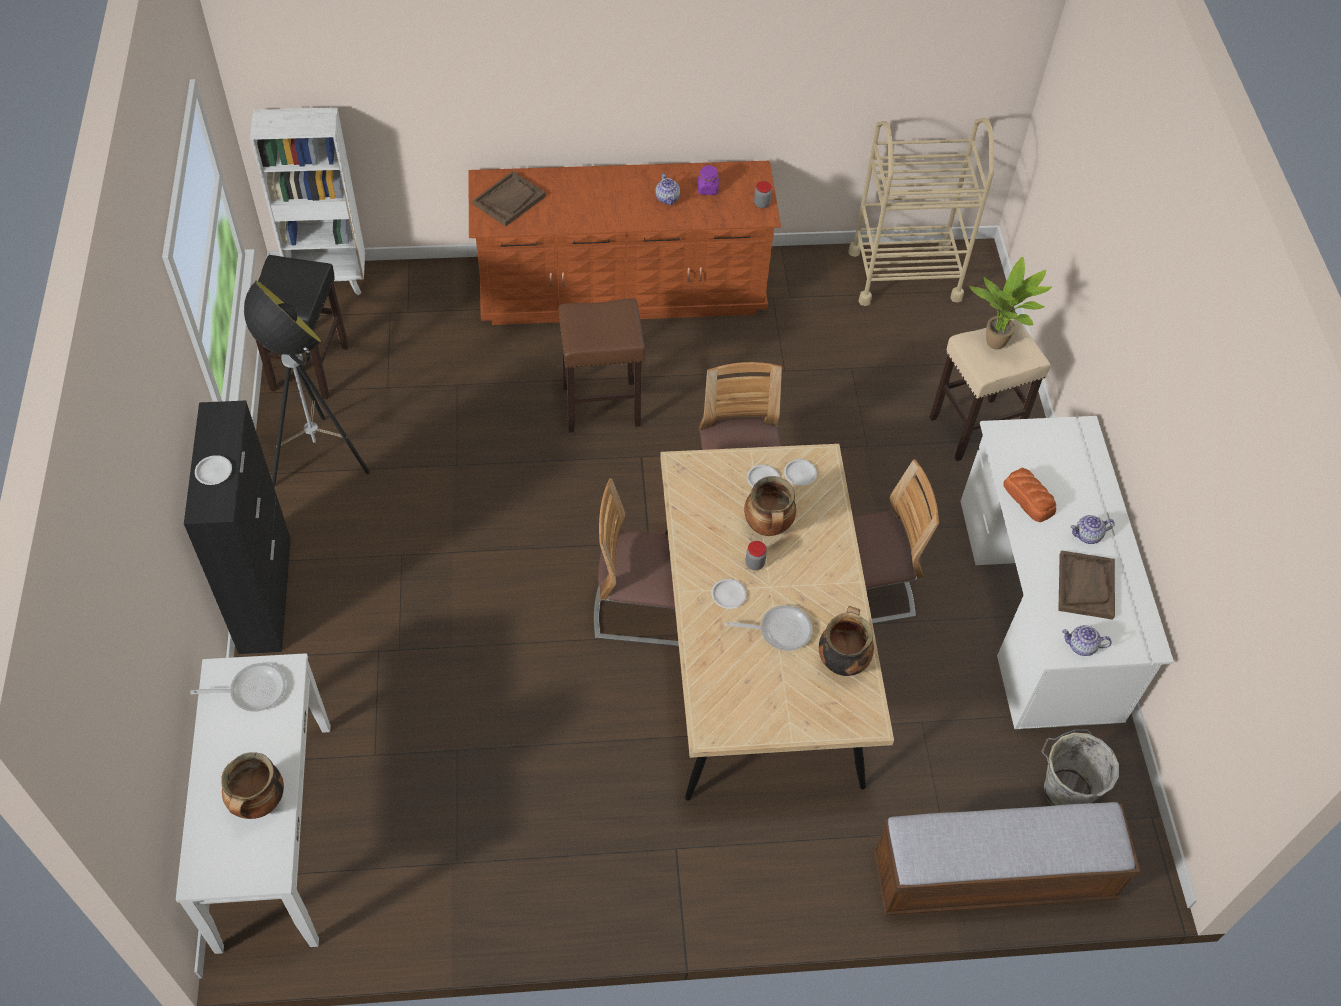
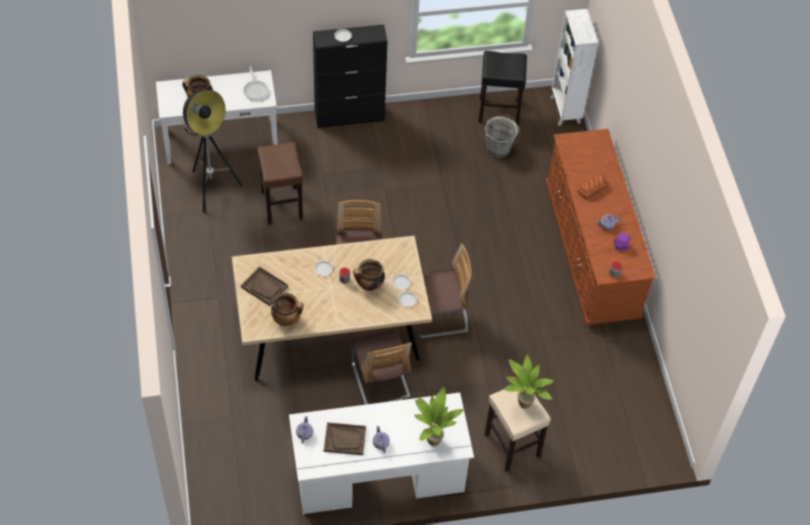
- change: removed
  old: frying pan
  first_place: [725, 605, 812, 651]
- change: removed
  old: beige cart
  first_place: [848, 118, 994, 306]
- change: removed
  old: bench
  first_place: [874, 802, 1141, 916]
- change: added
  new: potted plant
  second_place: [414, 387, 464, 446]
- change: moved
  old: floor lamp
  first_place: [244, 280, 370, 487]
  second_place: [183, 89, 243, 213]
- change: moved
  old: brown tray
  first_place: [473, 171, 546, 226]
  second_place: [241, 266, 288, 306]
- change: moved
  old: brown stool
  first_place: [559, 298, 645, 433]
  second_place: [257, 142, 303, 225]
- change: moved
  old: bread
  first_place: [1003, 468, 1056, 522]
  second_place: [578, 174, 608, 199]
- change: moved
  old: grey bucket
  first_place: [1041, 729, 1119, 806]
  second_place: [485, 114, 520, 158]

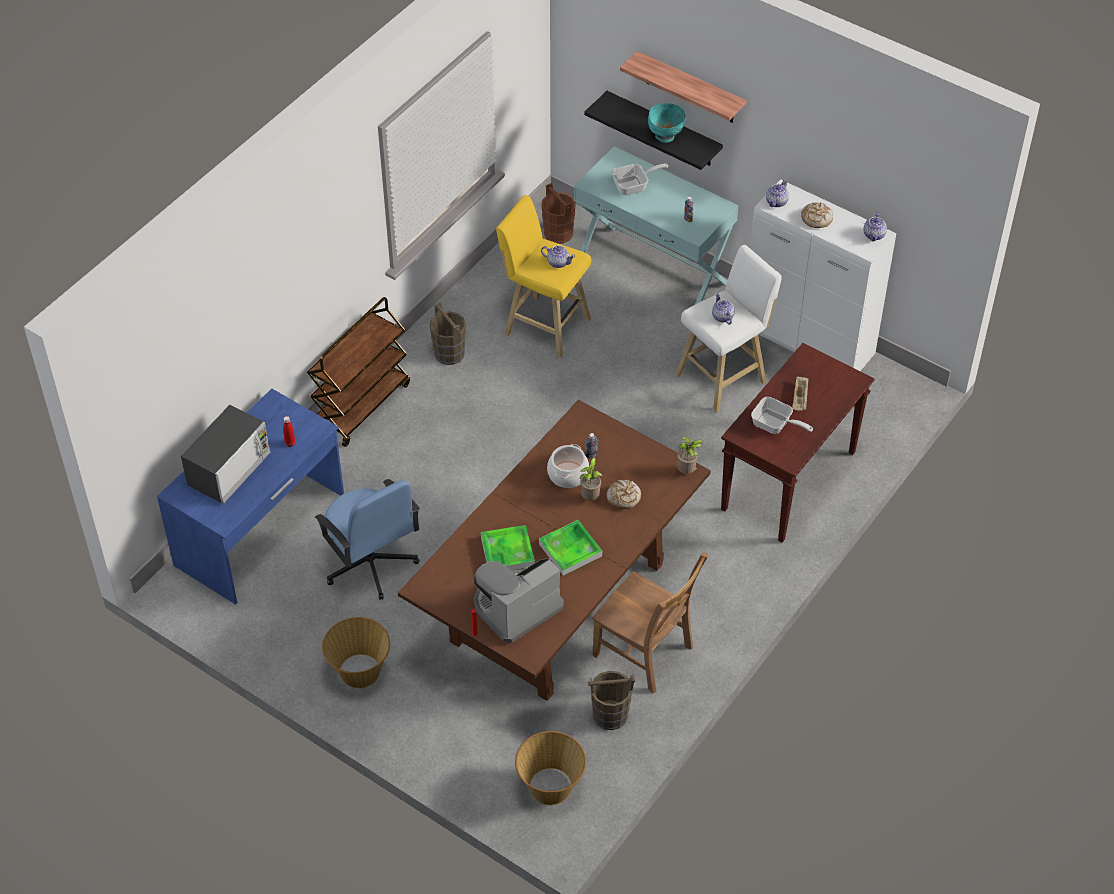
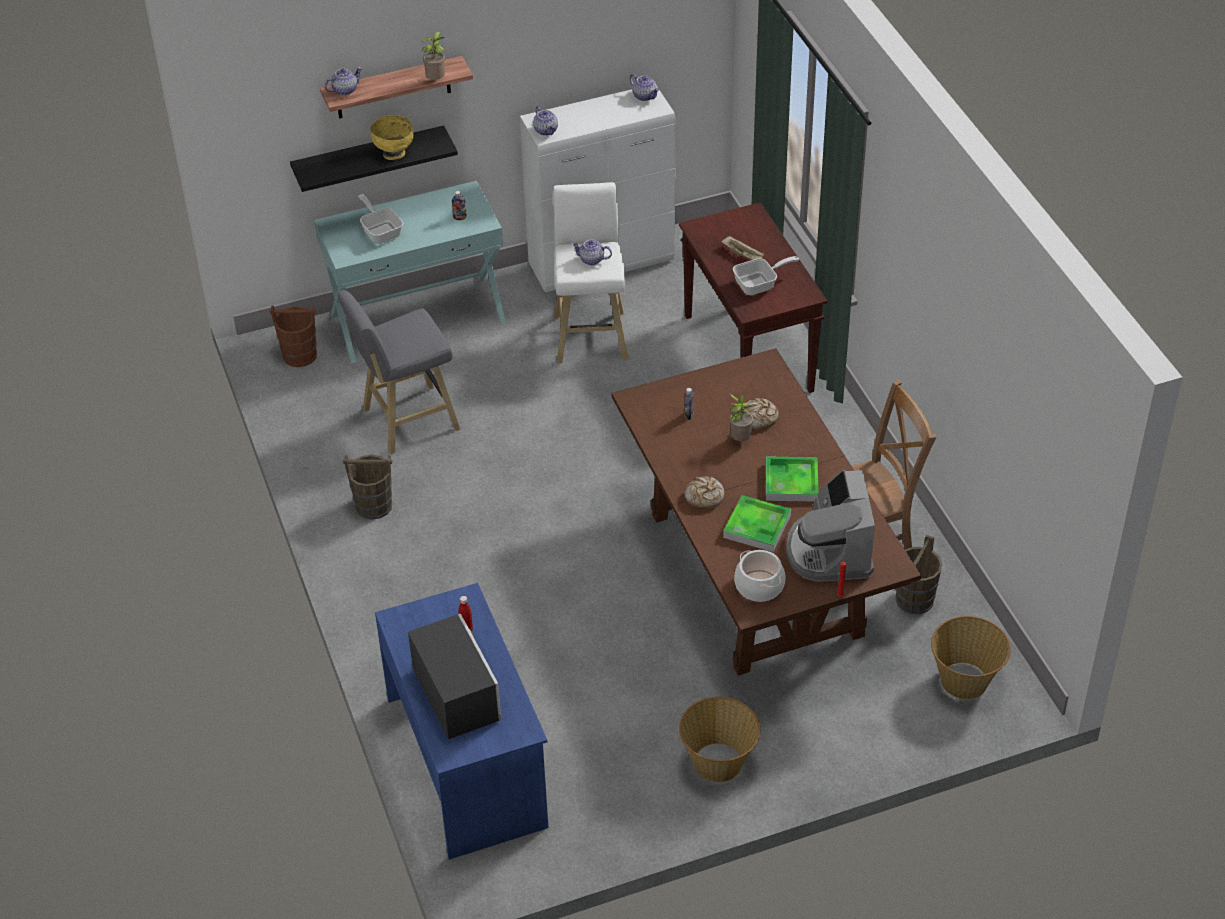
- change: removed
  old: brown cart
  first_place: [307, 297, 410, 447]
- change: removed
  old: blue office chair
  first_place: [315, 479, 420, 600]
- change: moved
  old: teapot
  first_place: [541, 245, 576, 268]
  second_place: [325, 67, 362, 95]
- change: moved
  old: cooking pot
  first_place: [547, 444, 589, 488]
  second_place: [734, 550, 786, 602]
- change: moved
  old: potted plant
  first_place: [677, 437, 703, 474]
  second_place: [422, 32, 445, 80]
- change: moved
  old: bread
  first_place: [801, 202, 833, 228]
  second_place: [685, 476, 725, 509]
- change: recoloured
  old: yellow stool
  new: grey stool
  first_place: [496, 195, 591, 358]
  second_place: [338, 290, 460, 454]
- change: recoloured
  old: turquoise bowl
  new: yellow bowl
  first_place: [648, 103, 686, 143]
  second_place: [370, 115, 414, 160]
- change: turned
  old: frying pan
  first_place: [612, 164, 669, 195]
  second_place: [358, 194, 403, 244]
  degrees: -45

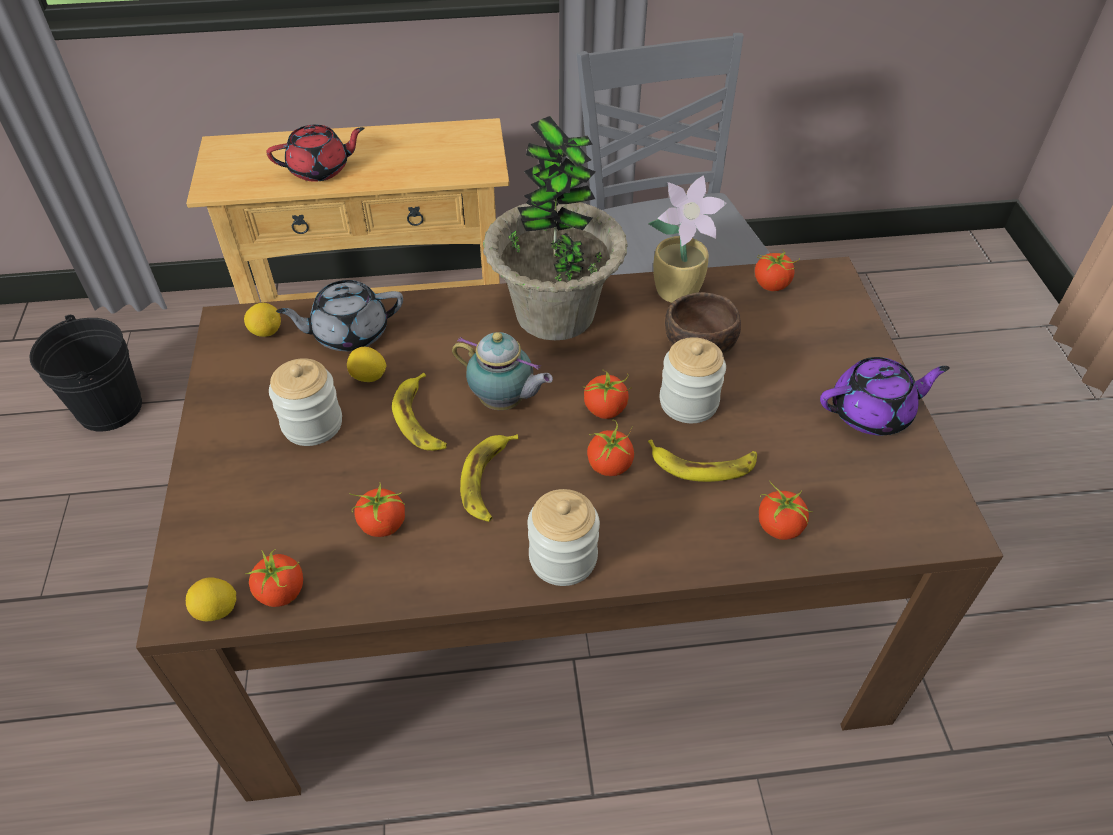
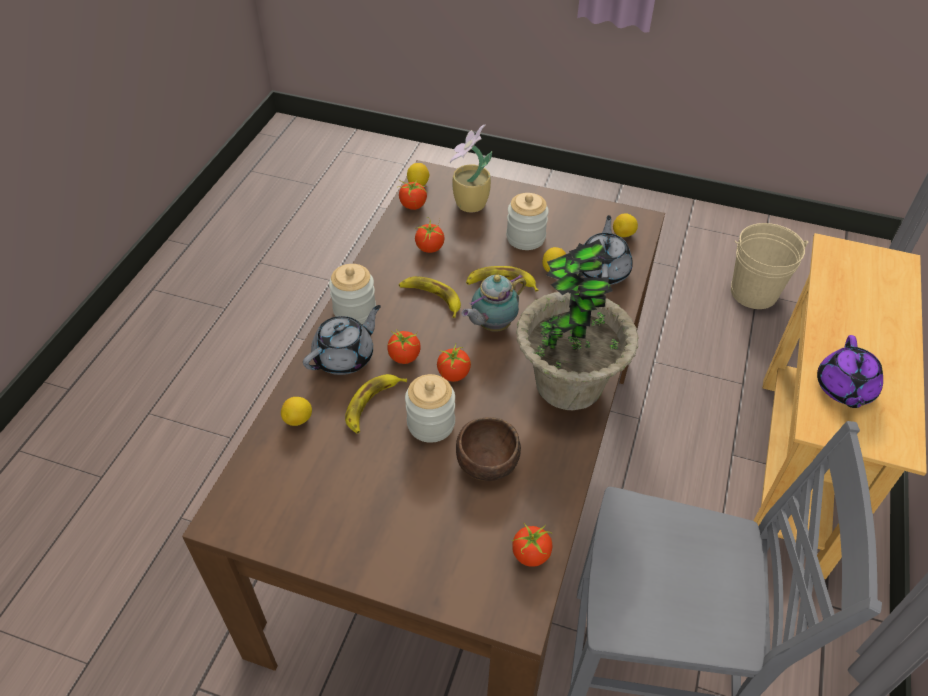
- change: removed
  old: red teapot
  first_place: [266, 125, 364, 182]
- change: added
  new: grey teapot
  second_place: [303, 305, 381, 375]
- change: moved
  old: potted plant
  first_place: [648, 175, 727, 303]
  second_place: [450, 124, 492, 213]
- change: moved
  old: purple teapot
  first_place: [820, 357, 950, 435]
  second_place: [817, 335, 883, 408]
- change: replaced
  old: tomato
  new: lemon
  first_place: [759, 482, 813, 540]
  second_place: [281, 397, 312, 426]
- change: recoloured
  old: black bucket
  new: beige bucket
  first_place: [30, 315, 142, 432]
  second_place: [731, 223, 808, 309]

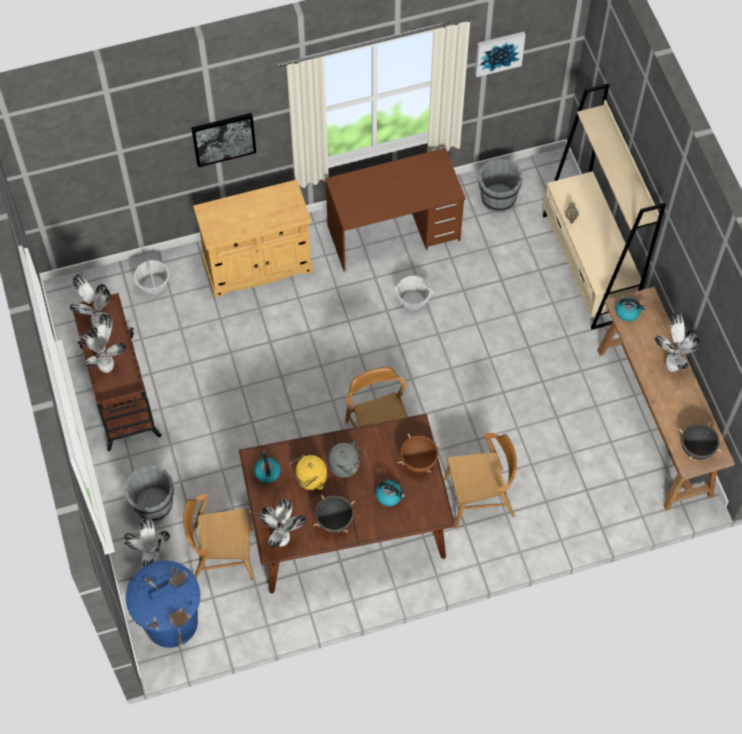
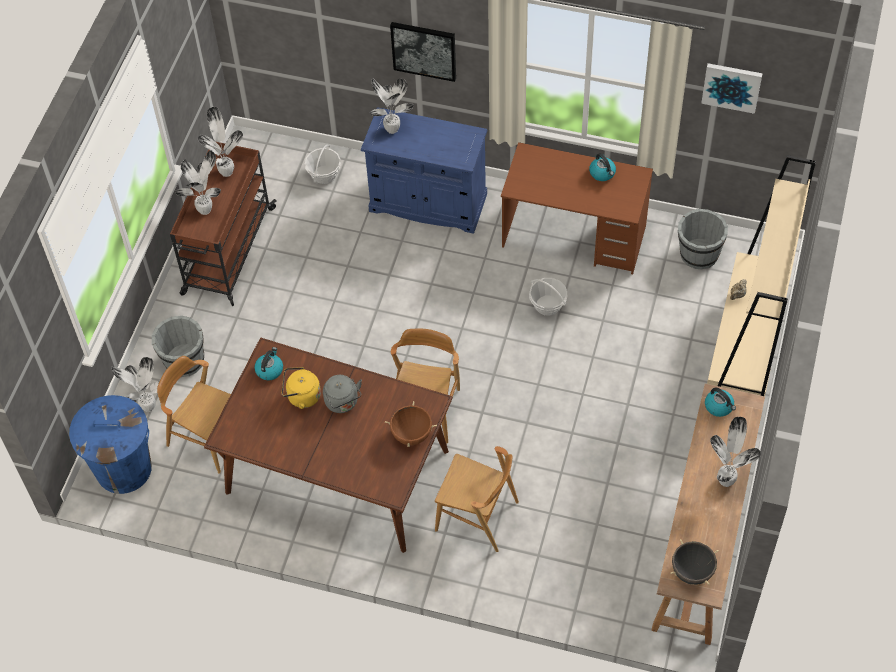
- change: removed
  old: black cooking pot
  first_place: [314, 494, 355, 533]
- change: moved
  old: potted plant
  first_place: [258, 499, 306, 548]
  second_place: [369, 78, 414, 134]
- change: moved
  old: kettle
  first_place: [375, 480, 405, 506]
  second_place: [589, 153, 616, 181]
- change: recoloured
  old: beige cabinet
  new: blue cabinet
  first_place: [193, 180, 313, 297]
  second_place: [361, 107, 487, 234]

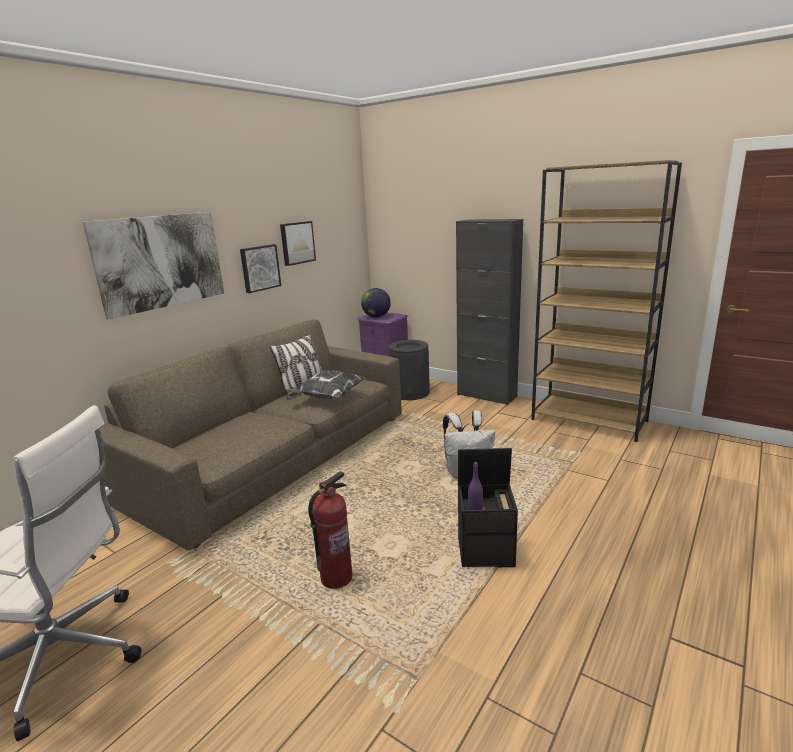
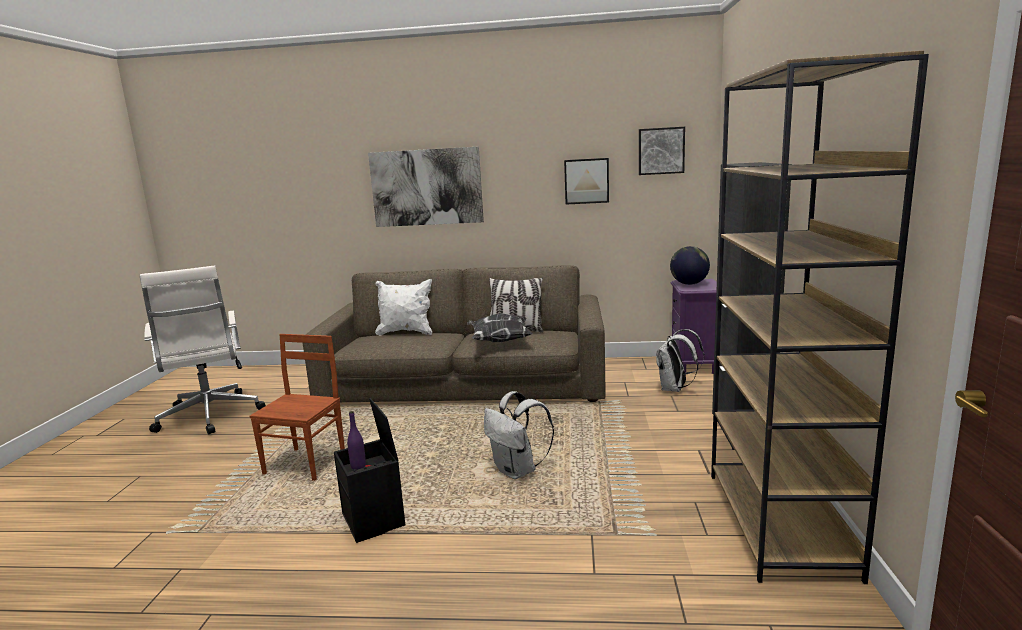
- change: added
  new: white pillow
  second_place: [375, 279, 432, 336]
- change: moved
  old: picture
  first_place: [240, 244, 281, 293]
  second_place: [639, 127, 685, 175]
- change: replaced
  old: fire extinguisher
  new: brown chair
  first_place: [308, 471, 352, 589]
  second_place: [250, 334, 345, 481]
- change: replaced
  old: black trash can
  new: white backpack
  first_place: [389, 340, 430, 400]
  second_place: [656, 329, 704, 392]

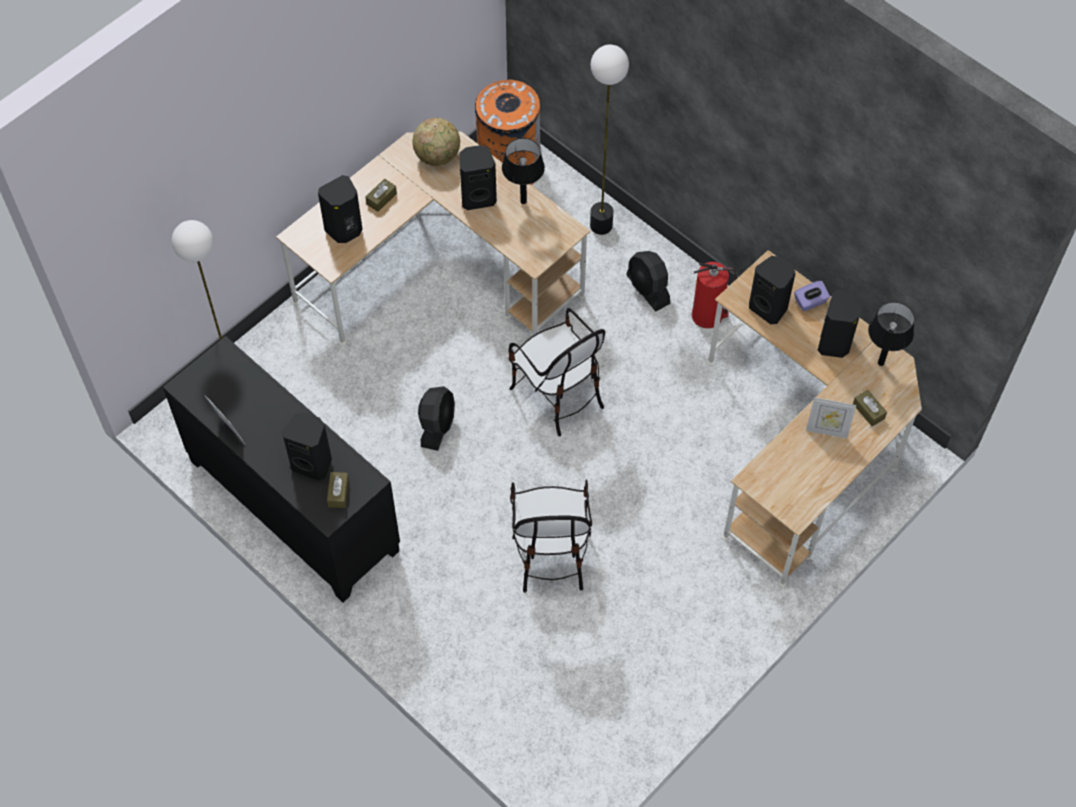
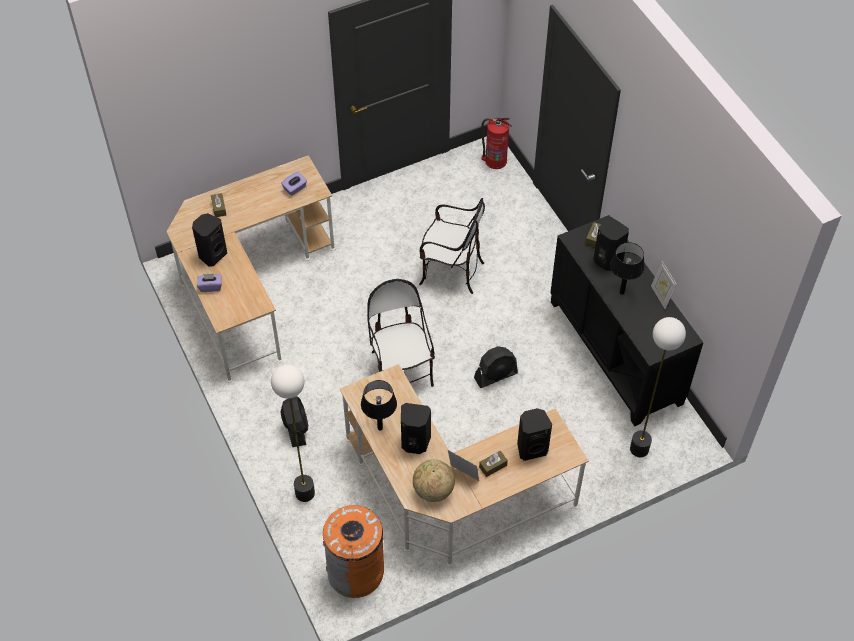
- change: removed
  old: black speaker
  first_place: [749, 256, 796, 324]
- change: added
  new: purple tissue box
  second_place: [281, 171, 307, 196]
- change: moved
  old: fire extinguisher
  first_place: [692, 262, 737, 328]
  second_place: [481, 118, 512, 169]
- change: moved
  old: picture frame
  first_place: [806, 397, 856, 439]
  second_place: [448, 450, 479, 481]
- change: moved
  old: black table lamp
  first_place: [868, 302, 914, 366]
  second_place: [610, 242, 645, 295]
- change: turned
  old: black fan
  first_place: [418, 386, 455, 451]
  second_place: [474, 346, 518, 388]
  degrees: -150
- change: turned
  old: chair
  first_place: [510, 479, 592, 592]
  second_place: [419, 198, 485, 294]
  degrees: 90

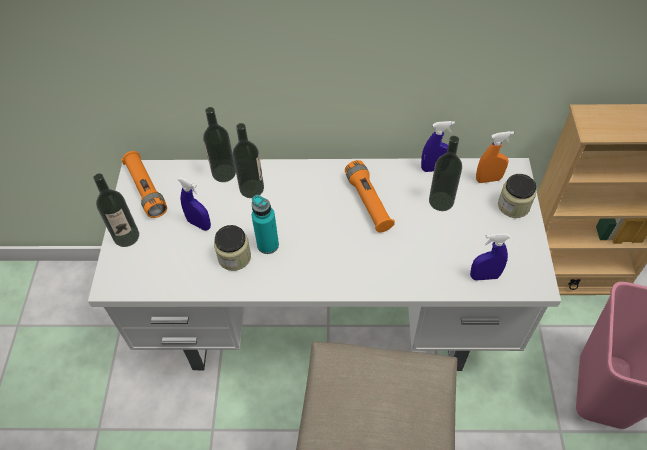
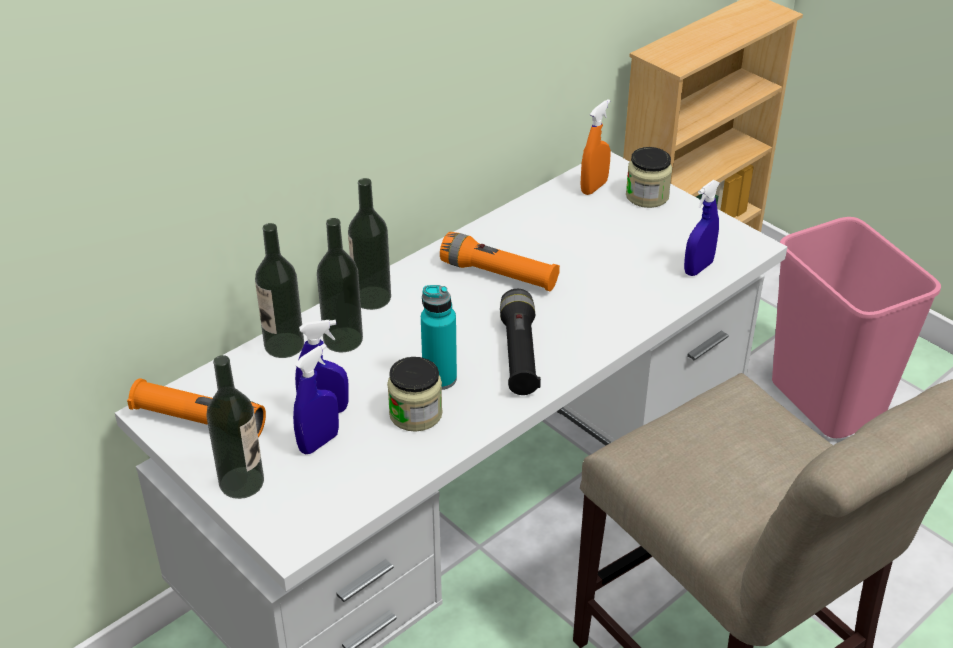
- change: added
  new: black flashlight
  second_place: [500, 289, 541, 395]
- change: moved
  old: blue spray bottle
  first_place: [421, 121, 455, 172]
  second_place: [293, 344, 339, 454]
- change: moved
  old: bottle
  first_place: [429, 136, 462, 211]
  second_place: [348, 178, 391, 310]

